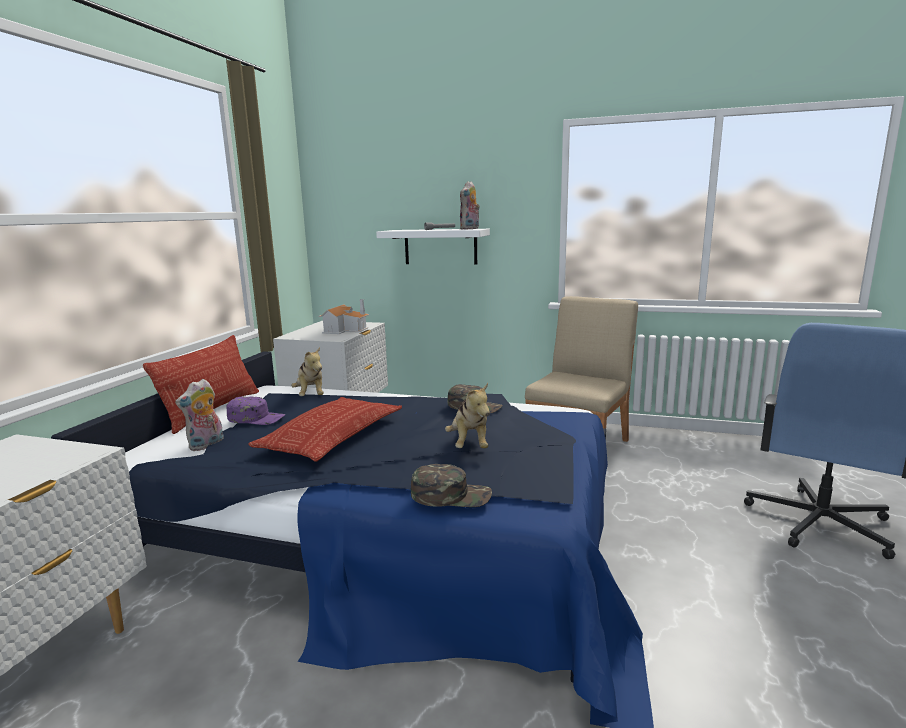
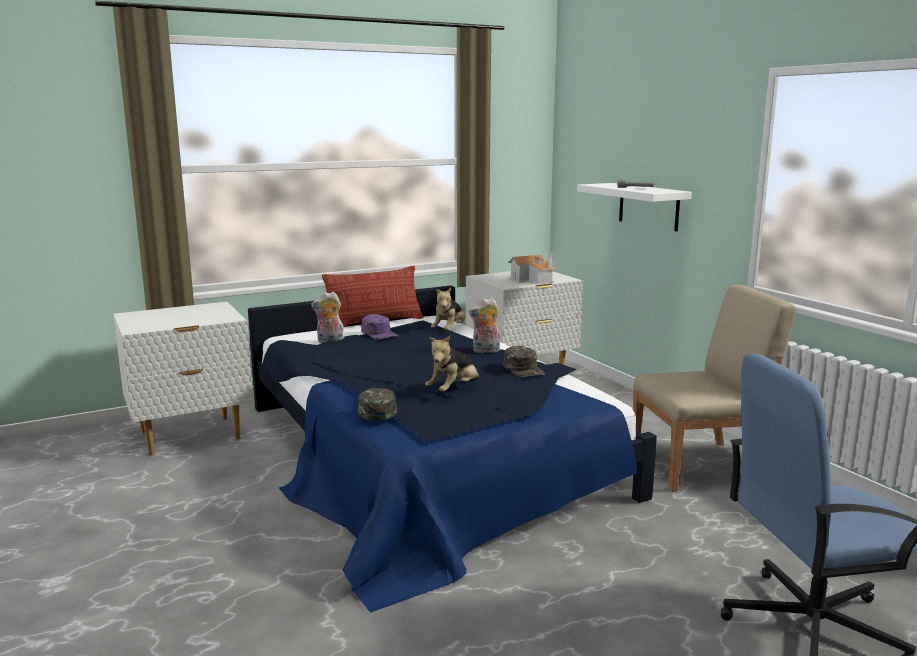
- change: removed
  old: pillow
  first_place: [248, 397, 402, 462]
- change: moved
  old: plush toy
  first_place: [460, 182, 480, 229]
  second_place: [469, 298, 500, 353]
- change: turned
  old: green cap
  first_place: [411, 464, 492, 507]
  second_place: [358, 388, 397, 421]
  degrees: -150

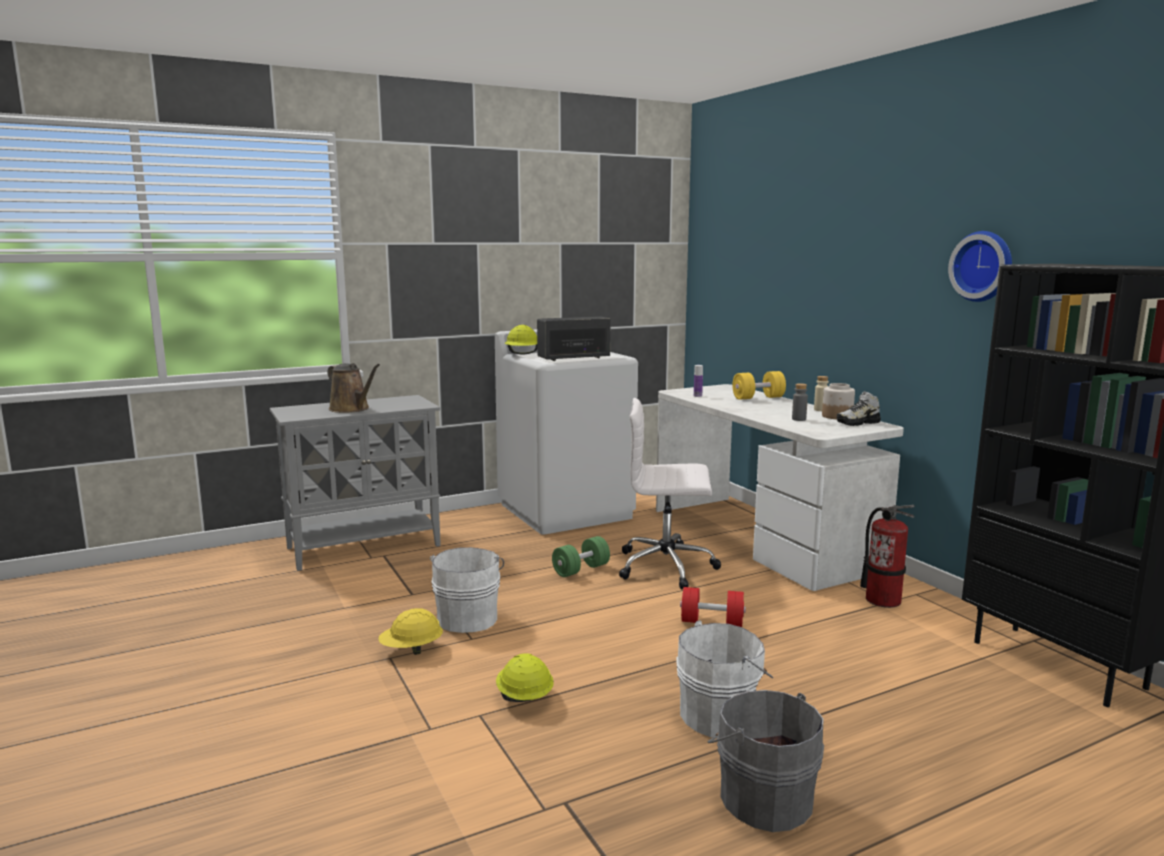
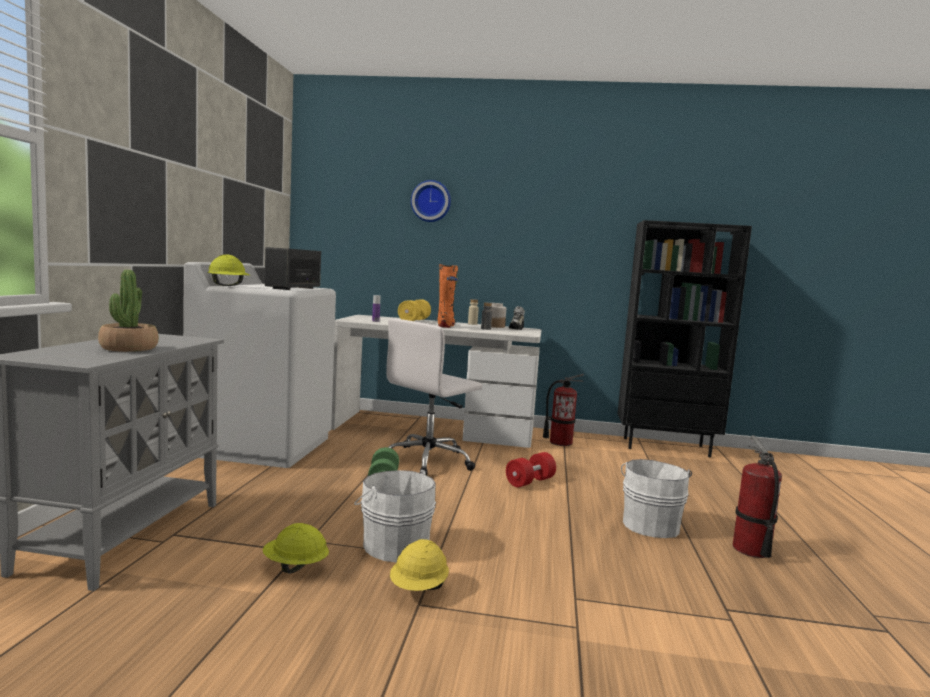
- change: added
  new: orange boot
  second_place: [438, 264, 458, 328]
- change: moved
  old: yellow hard hat
  first_place: [496, 653, 554, 702]
  second_place: [263, 523, 329, 574]
- change: moved
  old: wall clock
  first_place: [948, 231, 1012, 302]
  second_place: [411, 180, 451, 222]
- change: replaced
  old: brown watering can
  new: potted plant
  first_place: [328, 363, 380, 413]
  second_place: [98, 270, 159, 352]
- change: replaced
  old: grey bucket
  new: fire extinguisher
  first_place: [708, 690, 824, 832]
  second_place: [733, 435, 782, 558]

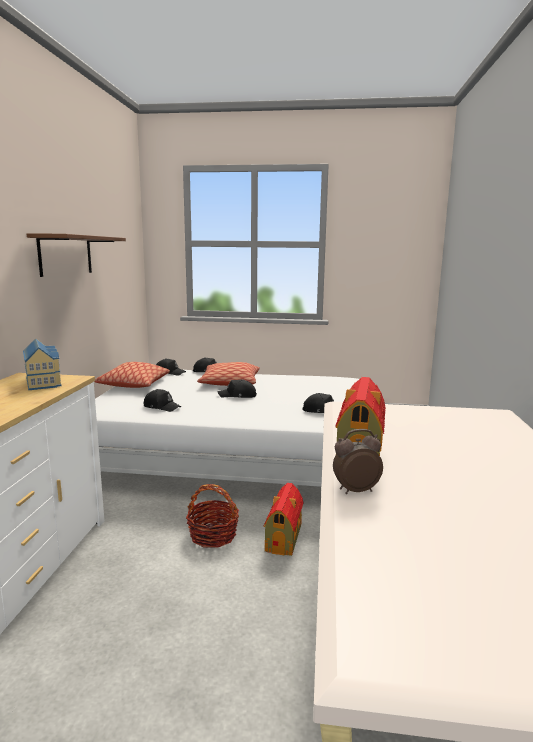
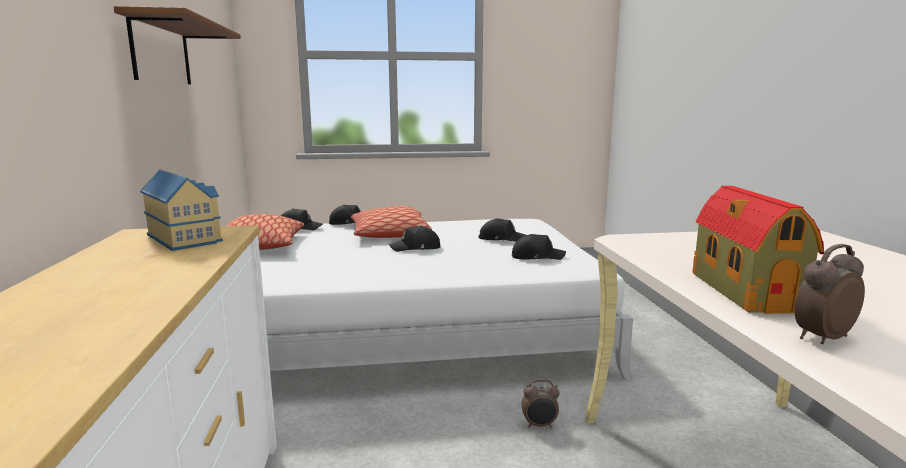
- change: removed
  old: basket
  first_place: [186, 484, 239, 548]
- change: moved
  old: black cap
  first_place: [144, 389, 181, 412]
  second_place: [478, 218, 526, 242]
- change: replaced
  old: toy house
  new: alarm clock
  first_place: [264, 483, 303, 556]
  second_place: [522, 379, 560, 428]

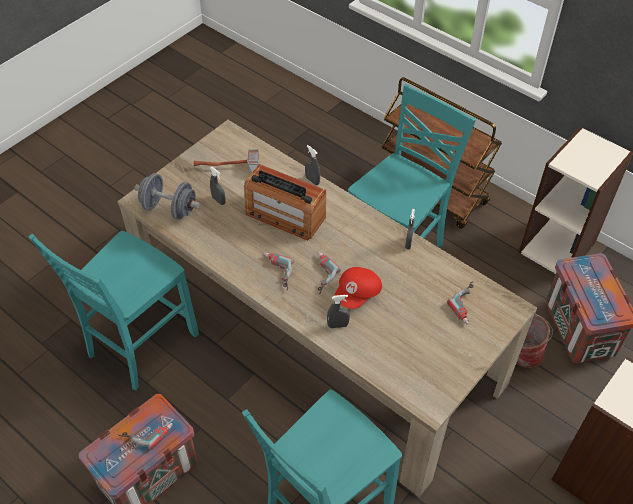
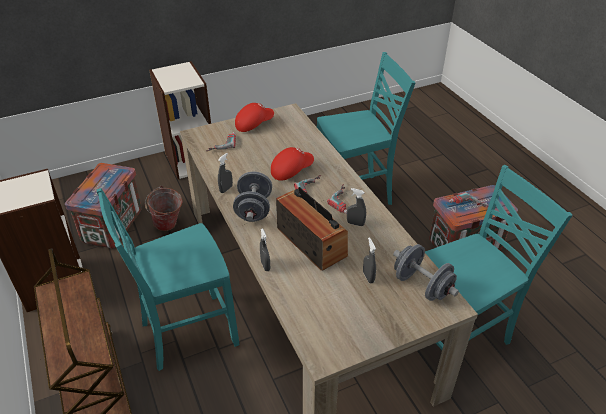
- change: removed
  old: hammer
  first_place: [194, 149, 259, 174]
- change: added
  new: grey dumbbell
  second_place: [233, 172, 272, 222]
- change: added
  new: red cap
  second_place: [235, 103, 274, 132]
- change: moved
  old: grey spray bottle
  first_place: [327, 295, 350, 328]
  second_place: [347, 188, 366, 226]

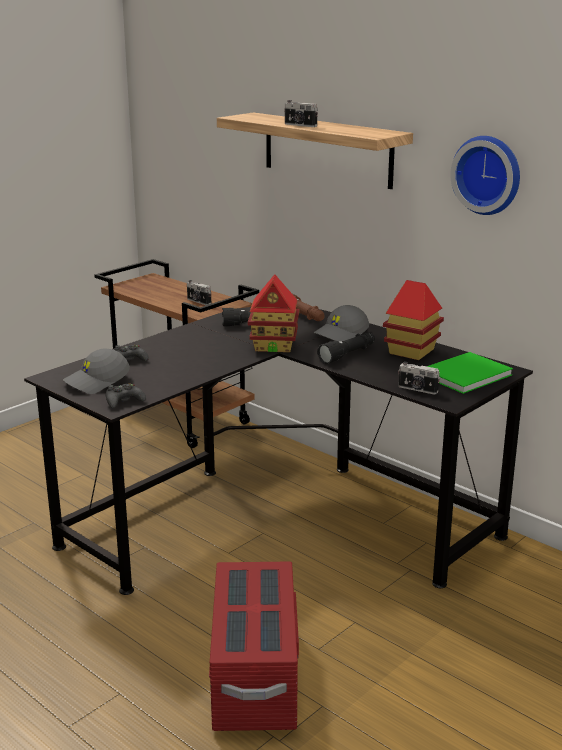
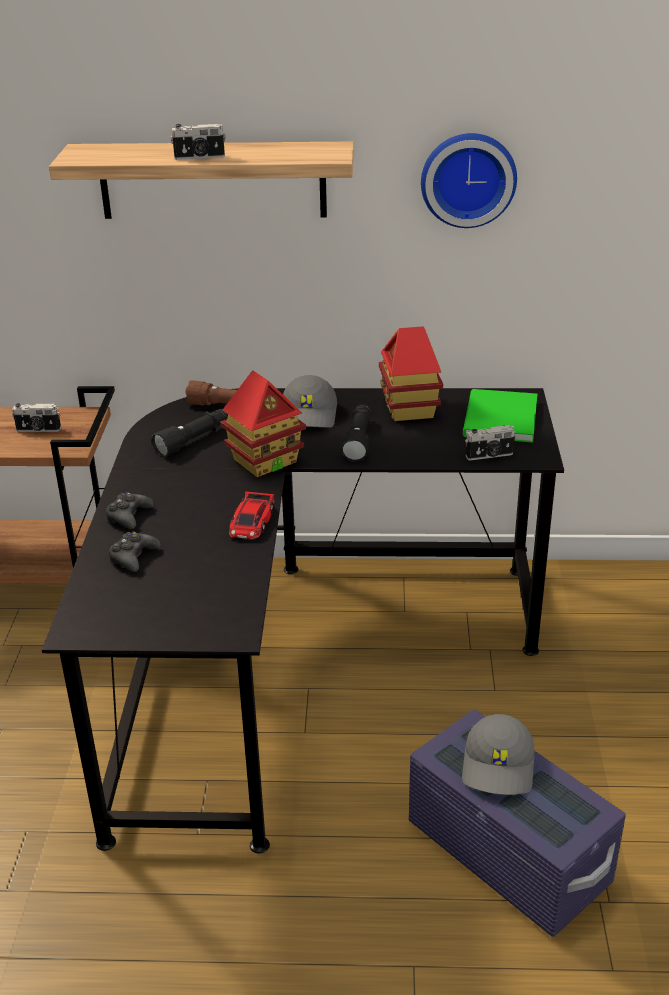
- change: added
  new: toy car
  second_place: [229, 492, 275, 539]
- change: moved
  old: grey cap
  first_place: [63, 348, 130, 394]
  second_place: [462, 714, 535, 795]
- change: moved
  old: black game controller
  first_place: [106, 383, 146, 408]
  second_place: [106, 492, 154, 529]
- change: recoloured
  old: red storage box
  new: purple storage box
  first_place: [209, 562, 299, 731]
  second_place: [409, 710, 626, 937]

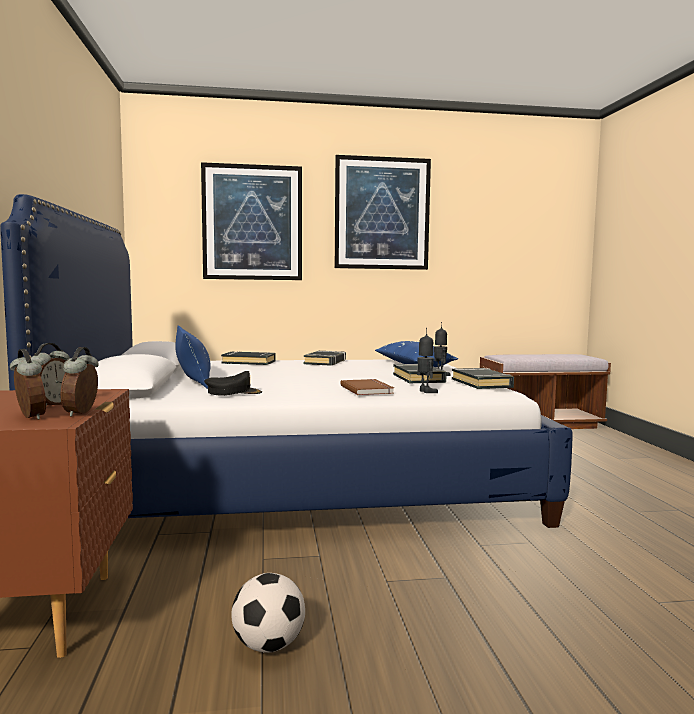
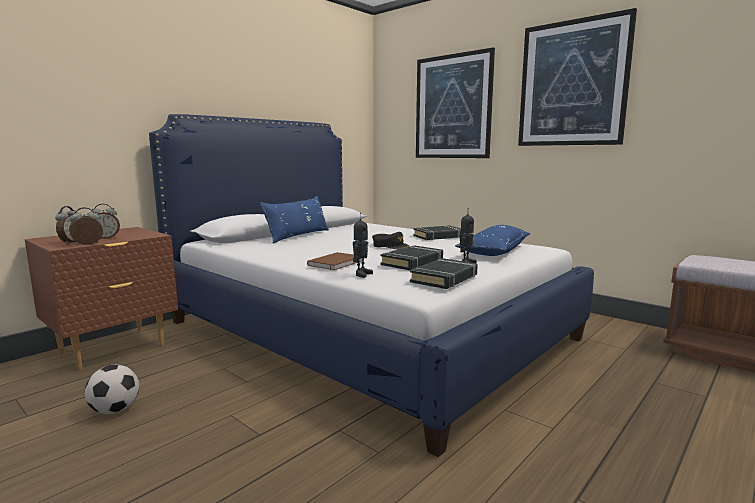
- change: removed
  old: black book
  first_place: [221, 351, 275, 365]
- change: moved
  old: black cap
  first_place: [204, 371, 262, 396]
  second_place: [372, 232, 410, 250]

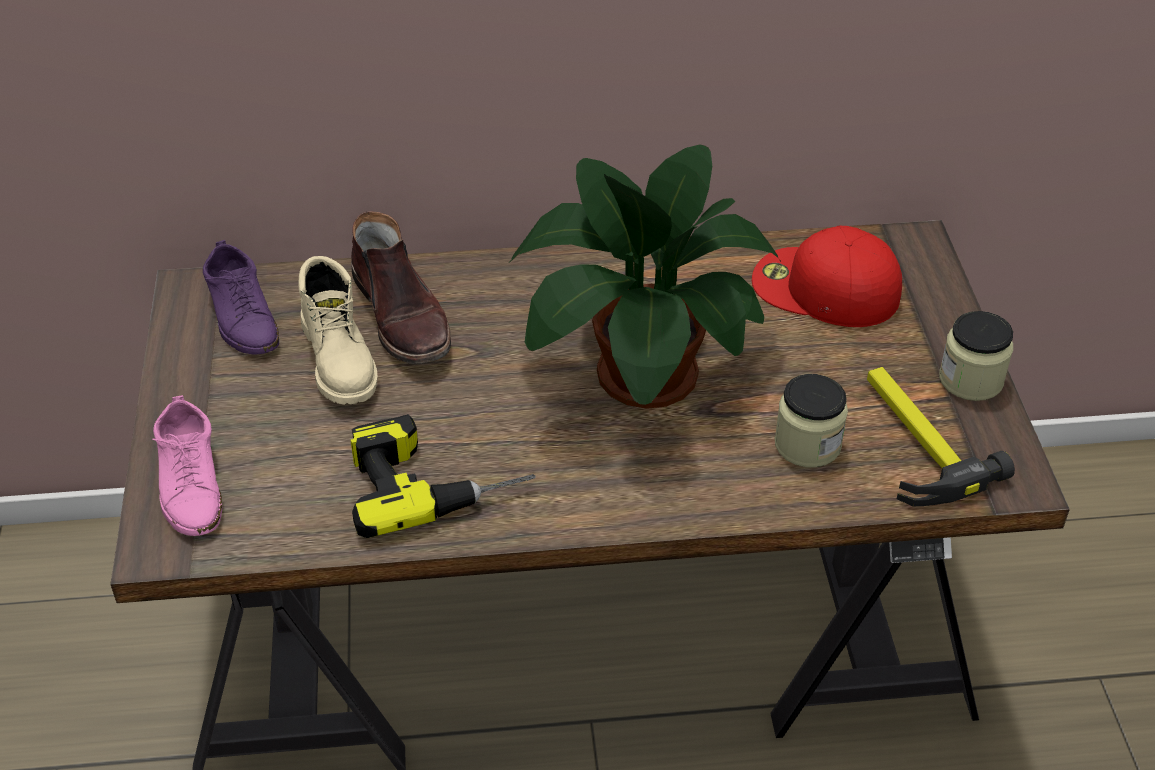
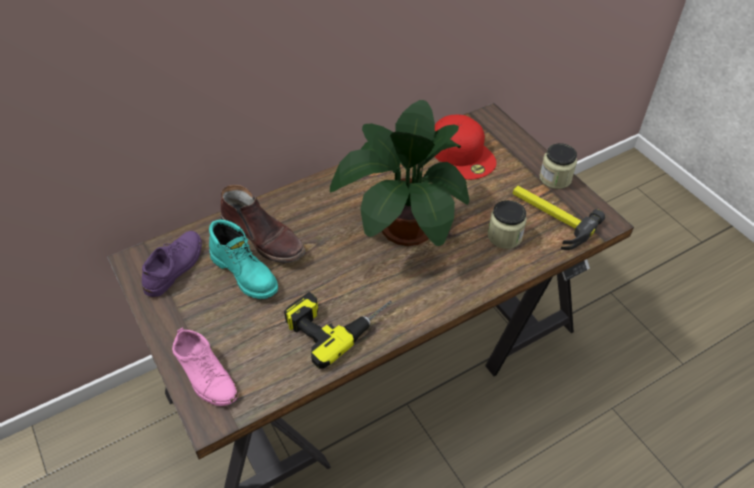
- change: recoloured
  old: beige boot
  new: turquoise boot
  first_place: [298, 256, 377, 405]
  second_place: [209, 220, 278, 299]
- change: turned
  old: purple shoe
  first_place: [203, 240, 279, 354]
  second_place: [142, 231, 202, 297]
  degrees: -105
- change: turned
  old: red cap
  first_place: [752, 226, 902, 327]
  second_place: [435, 114, 497, 180]
  degrees: -120

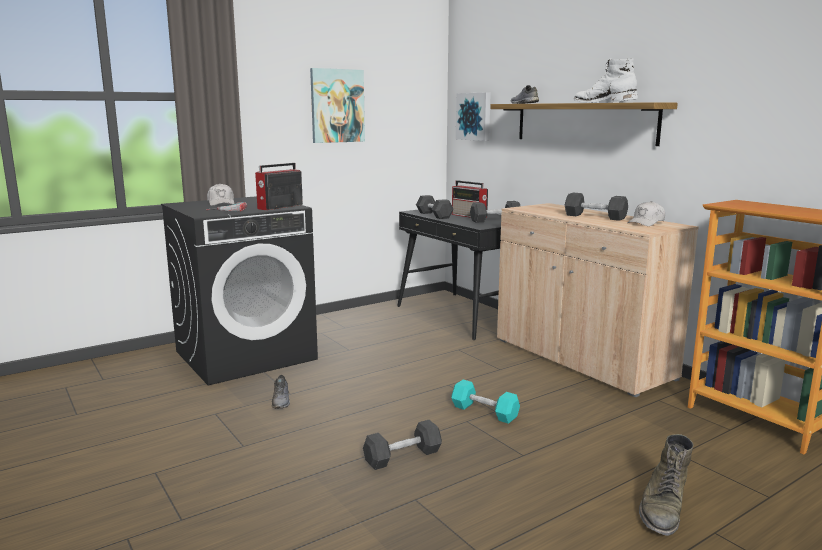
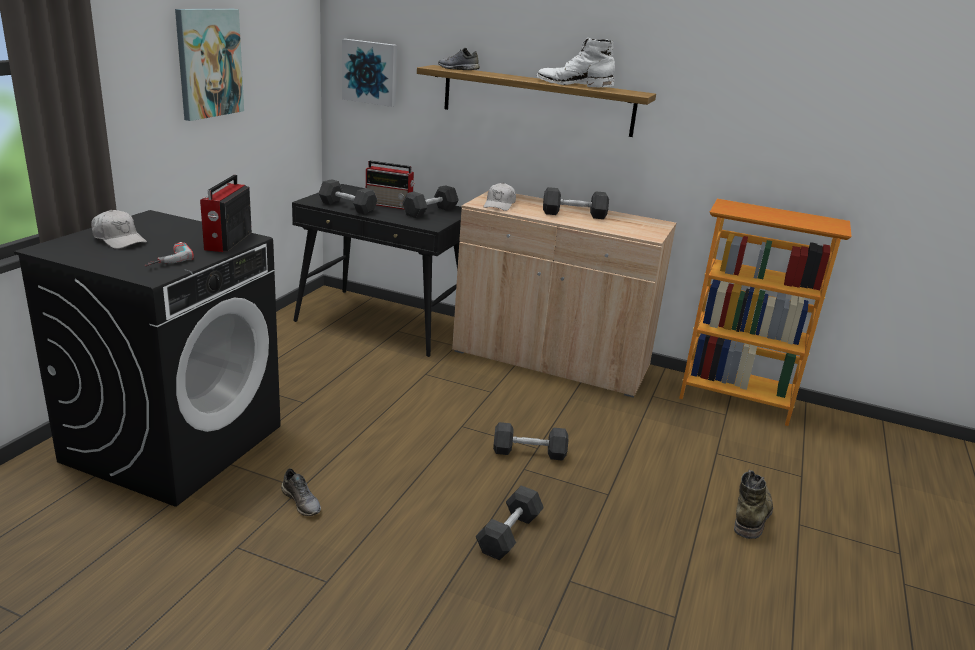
- change: moved
  old: white cap
  first_place: [627, 201, 665, 226]
  second_place: [484, 183, 516, 211]
- change: recoloured
  old: turquoise dumbbell
  new: black dumbbell
  first_place: [451, 379, 520, 424]
  second_place: [493, 422, 568, 461]
- change: turned
  old: green boot
  first_place: [639, 434, 693, 536]
  second_place: [734, 470, 773, 539]
  degrees: -150

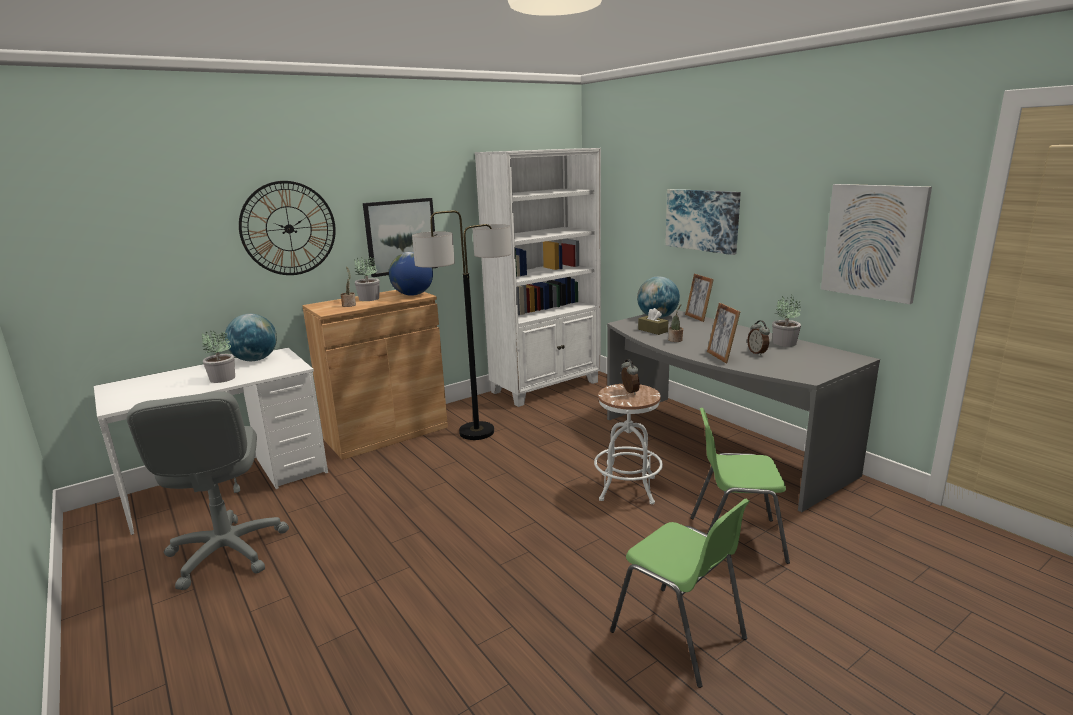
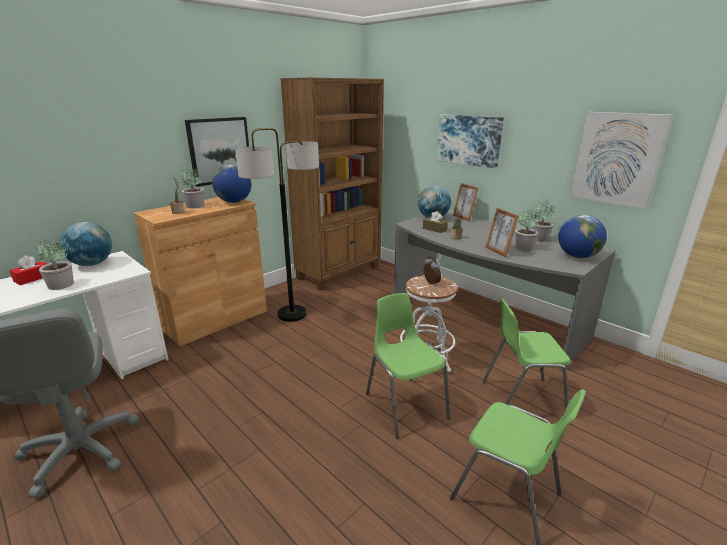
- change: removed
  old: wall clock
  first_place: [239, 181, 336, 275]
- change: added
  new: red tissue box
  second_place: [9, 255, 47, 285]
- change: added
  new: green chair
  second_place: [366, 293, 450, 439]
- change: added
  new: globe
  second_place: [558, 215, 607, 258]
- change: replaced
  old: alarm clock
  new: potted plant
  first_place: [747, 320, 770, 356]
  second_place: [515, 209, 540, 251]
- change: recoloured
  old: white bookcase
  new: brown bookcase
  first_place: [475, 148, 601, 407]
  second_place: [280, 77, 384, 290]

